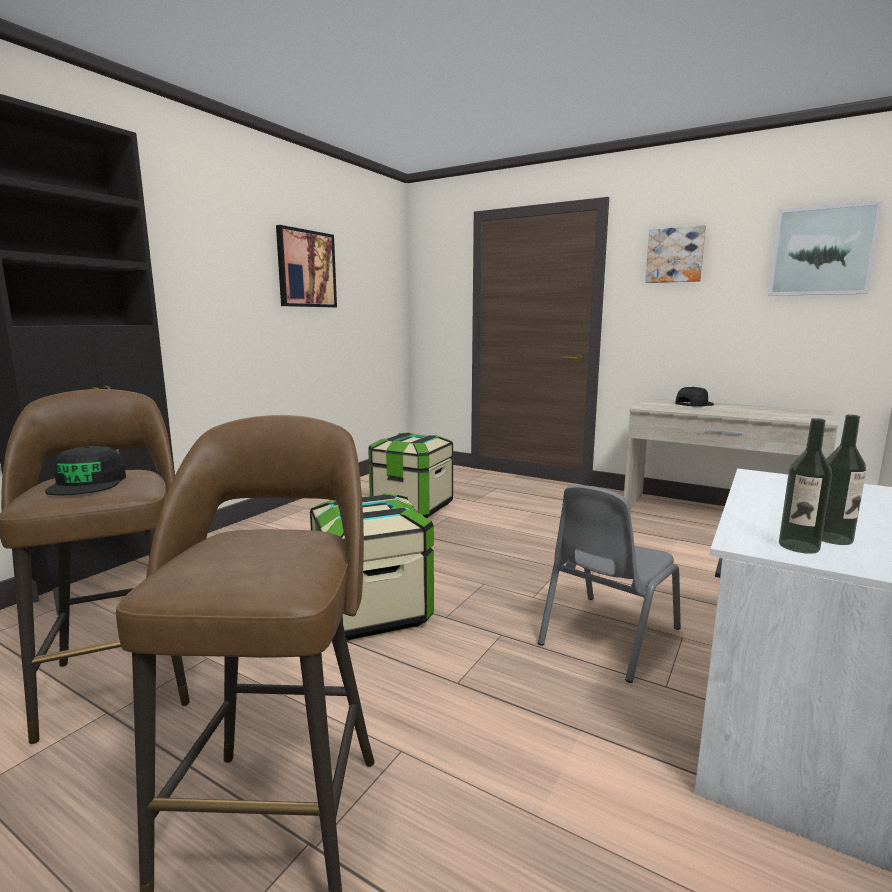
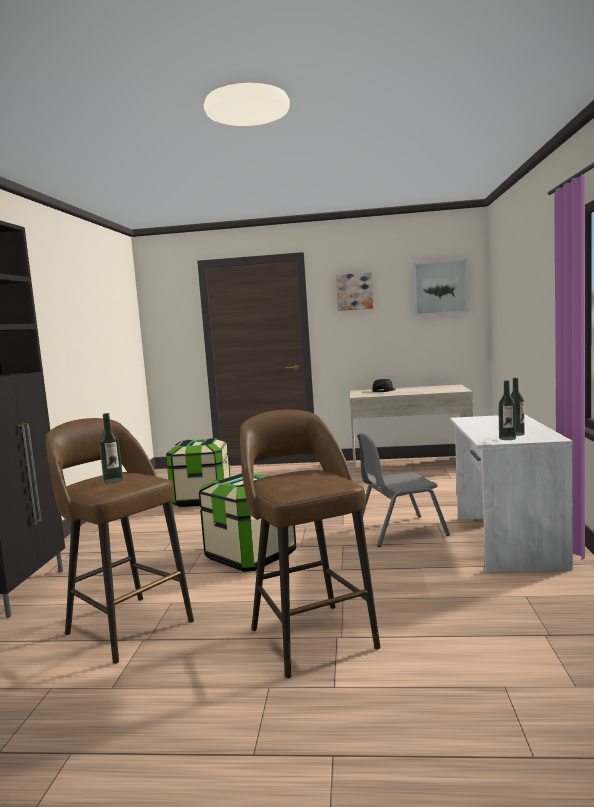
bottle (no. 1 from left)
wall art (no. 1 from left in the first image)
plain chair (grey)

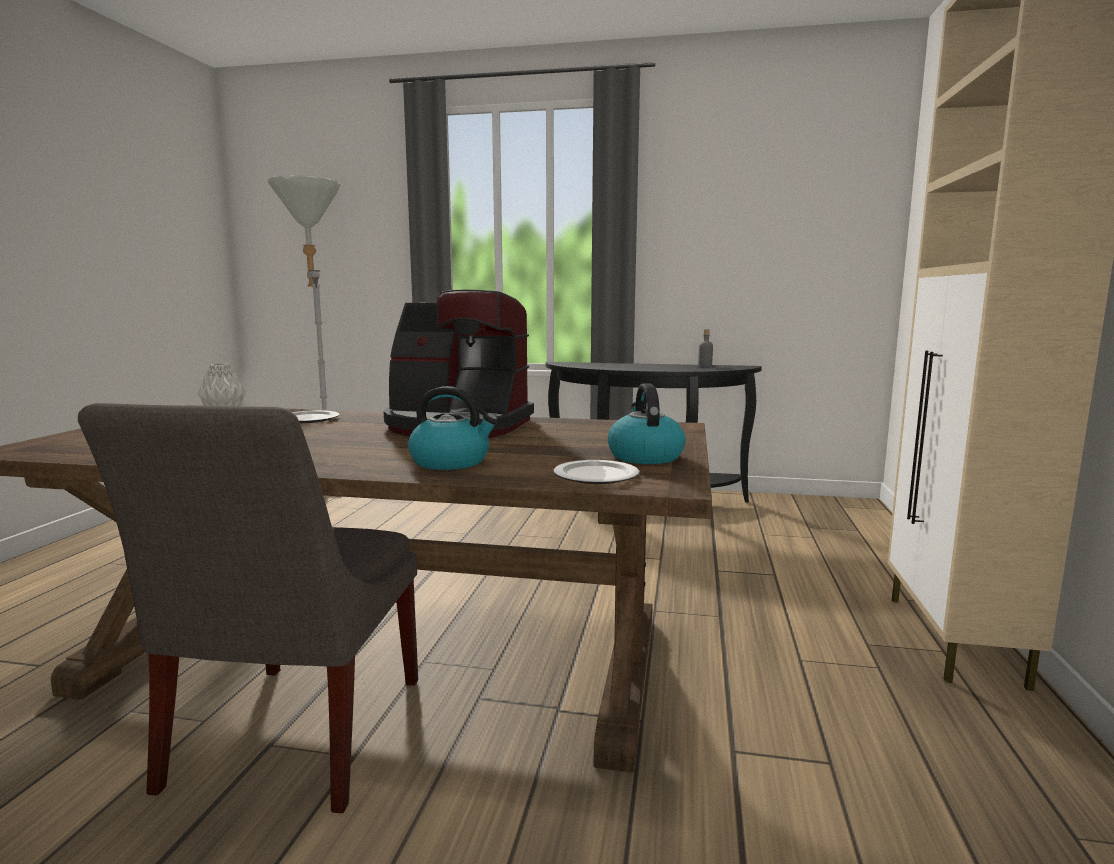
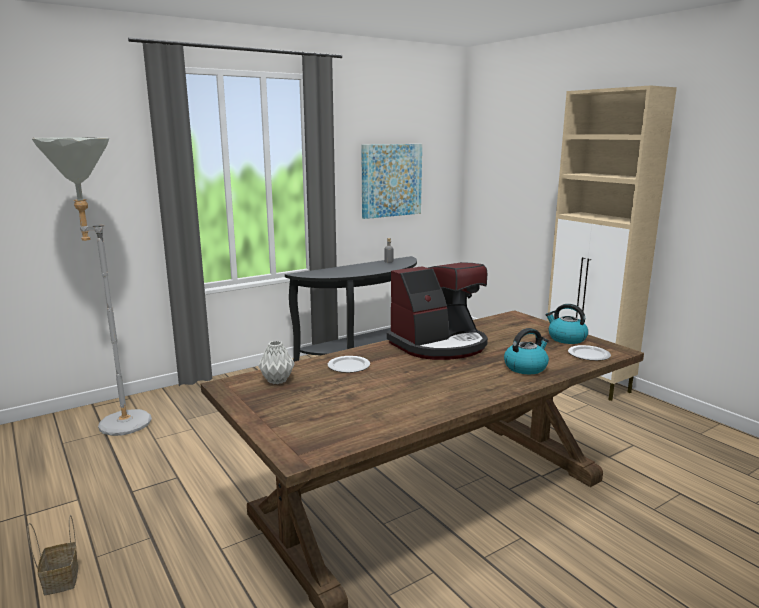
plain chair (grey)
household basket
wall art

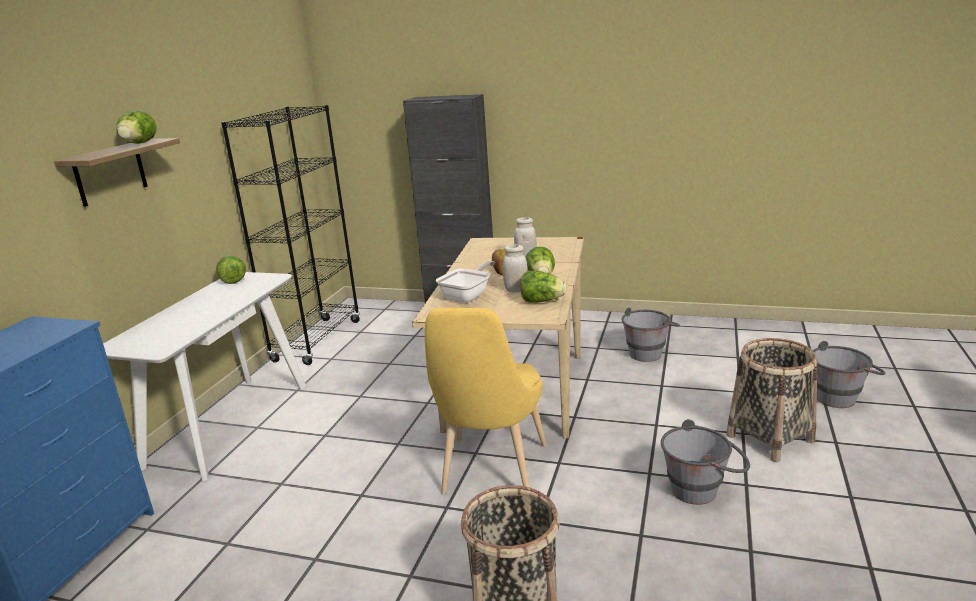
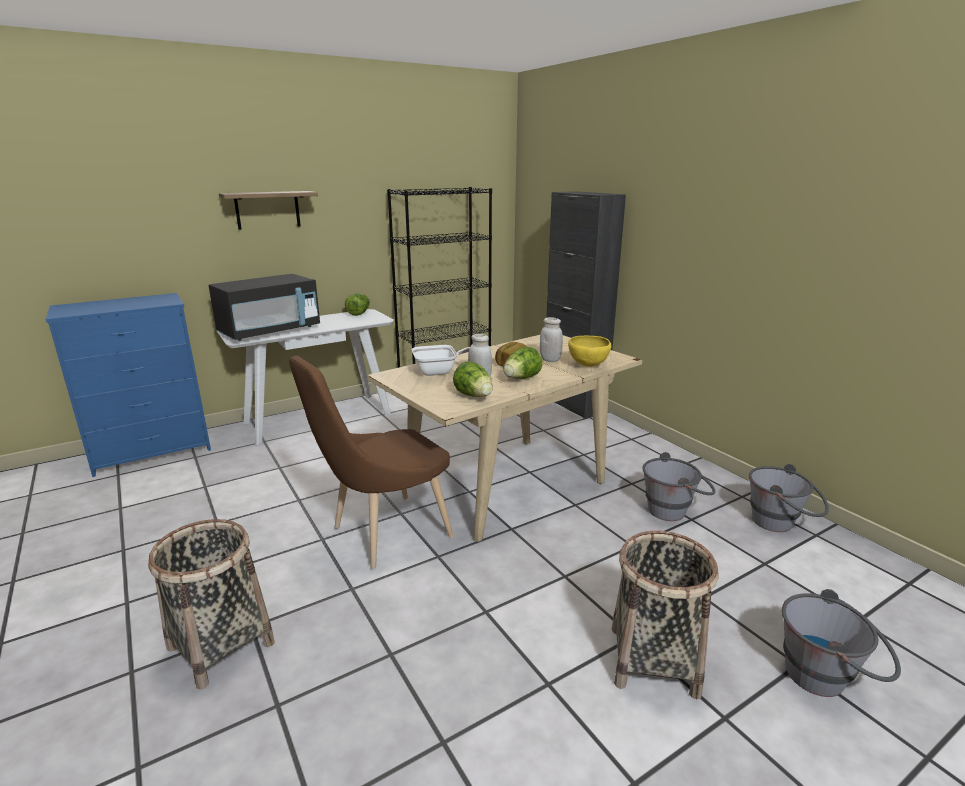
lettuce (no. 1 from left in the first image)
plain chair (brown)
bucket (grey) (no. 2 from left)
kitchen microwave (black-coloured)
deep dish (yellow)

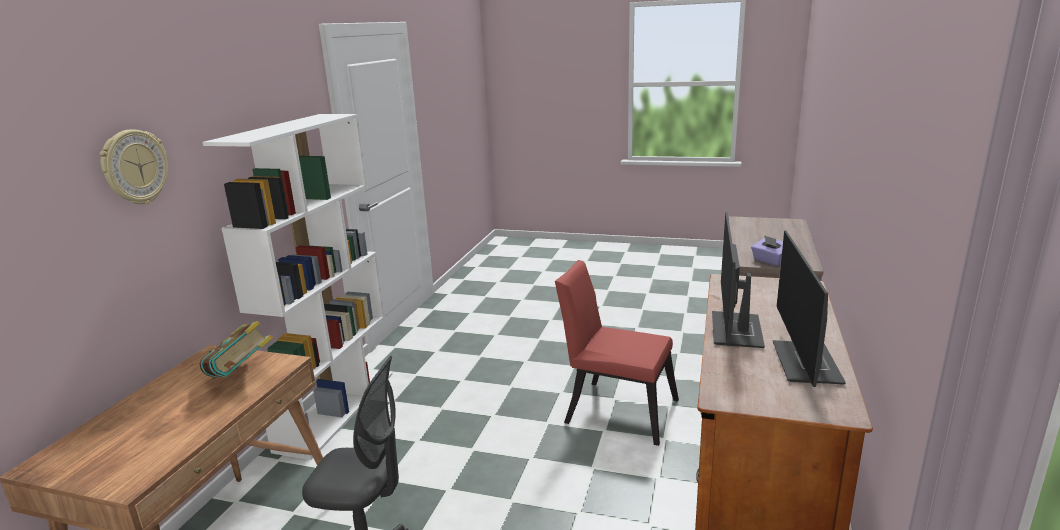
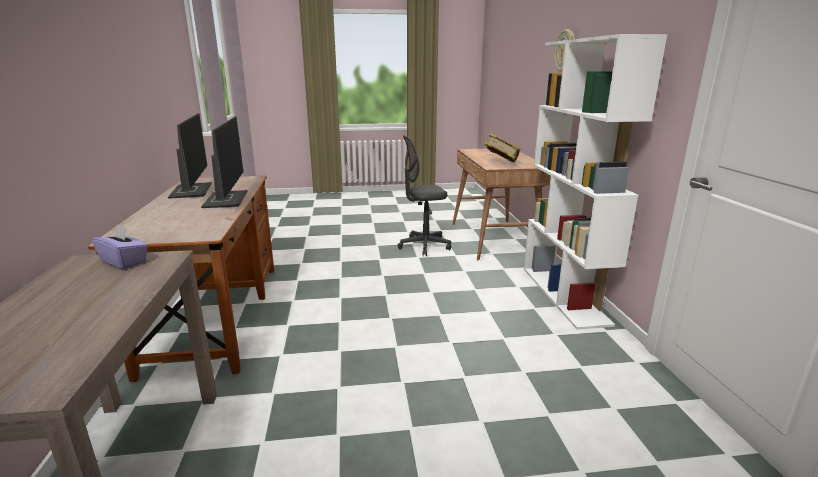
plain chair (red-coloured)

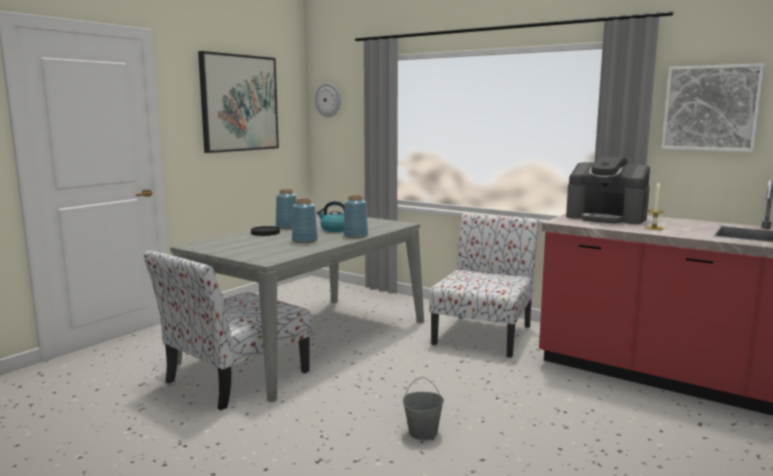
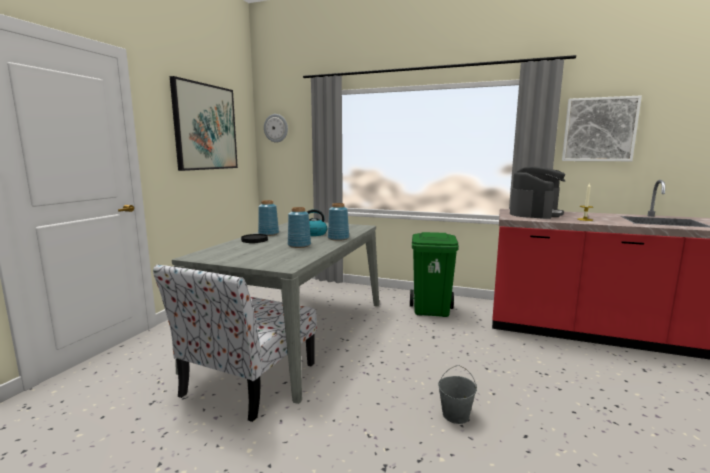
rubbish bin (green-coloured)
coffee maker

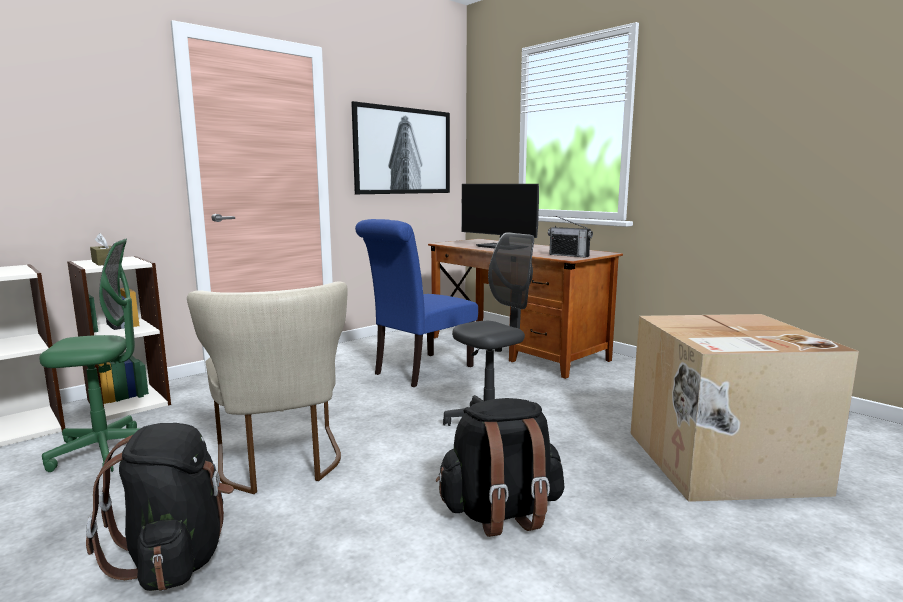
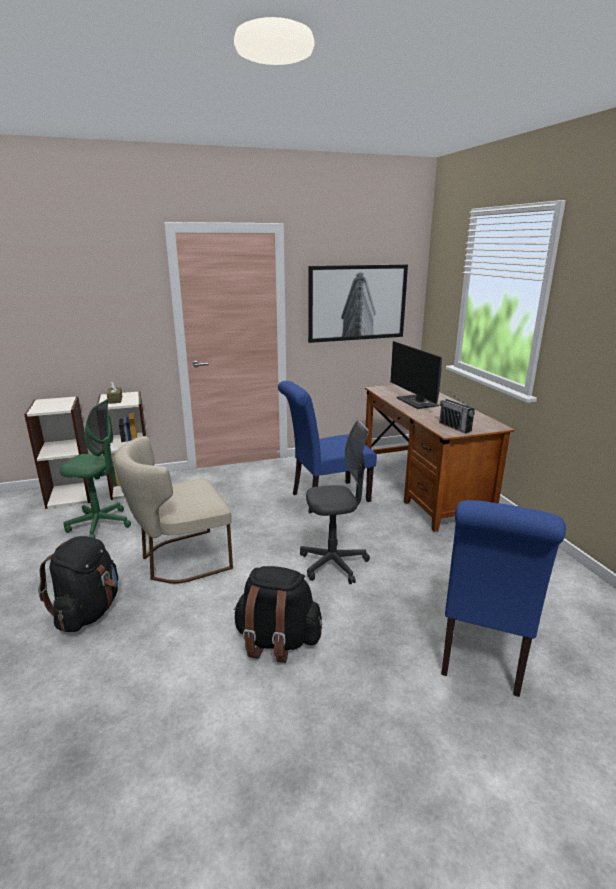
plain chair (beige-coloured)
plain chair (blue-coloured) (no. 2 from left)

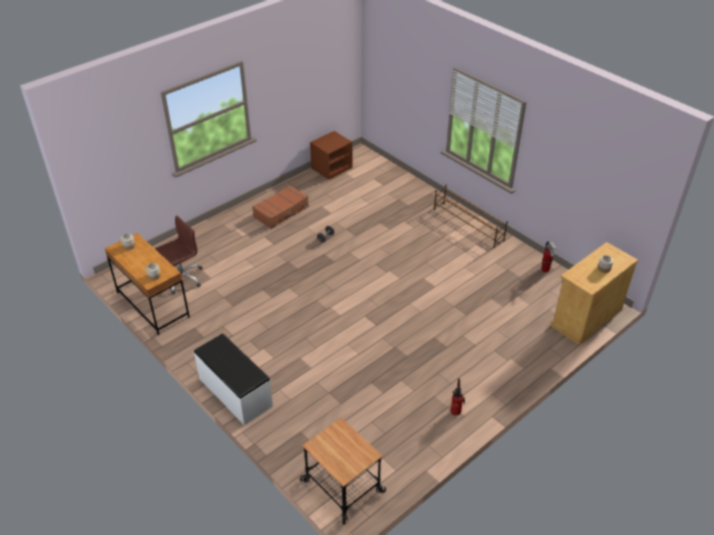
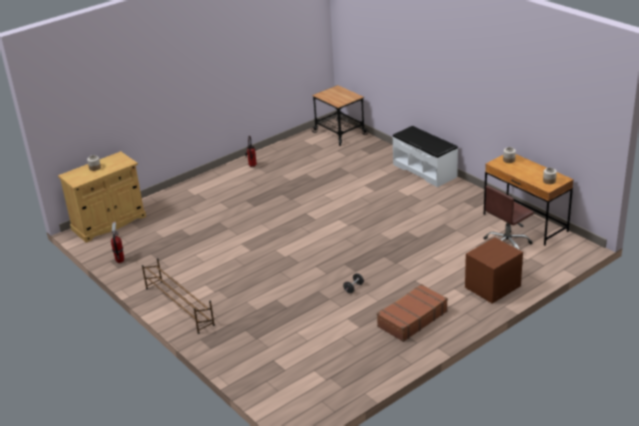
bedside table (brown)

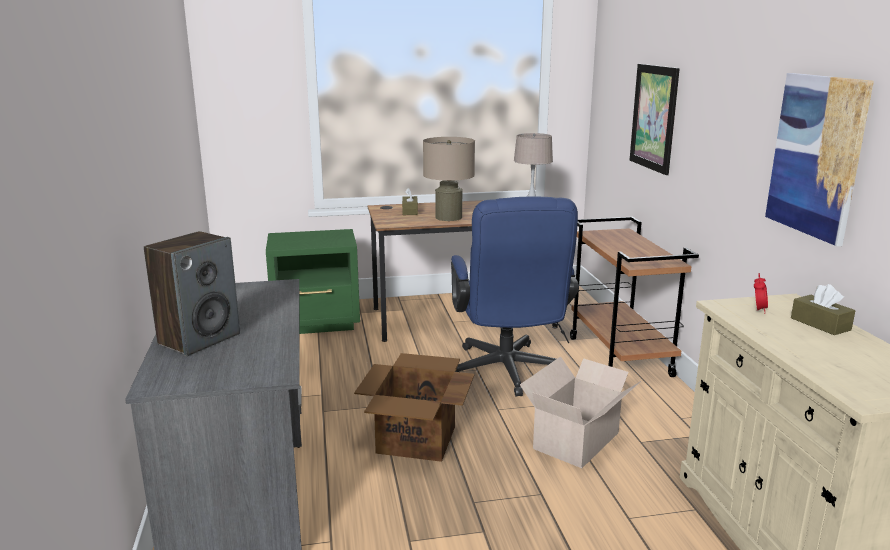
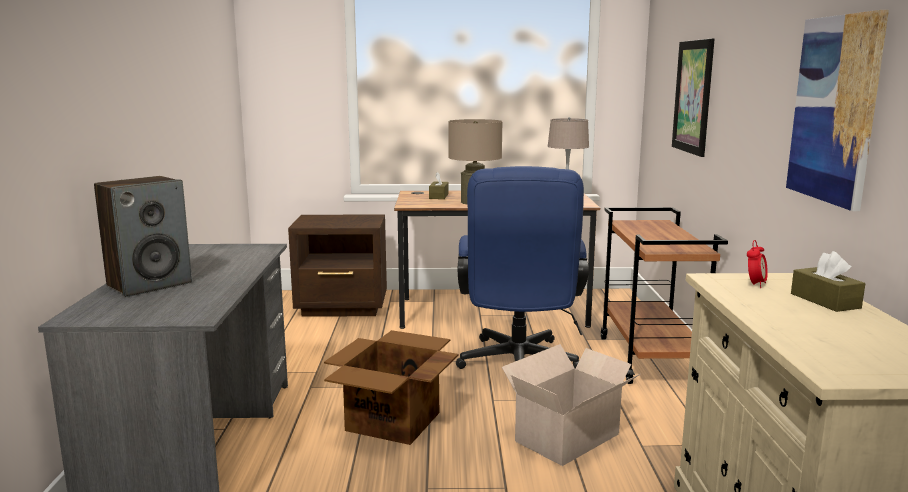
bedside table (brown)

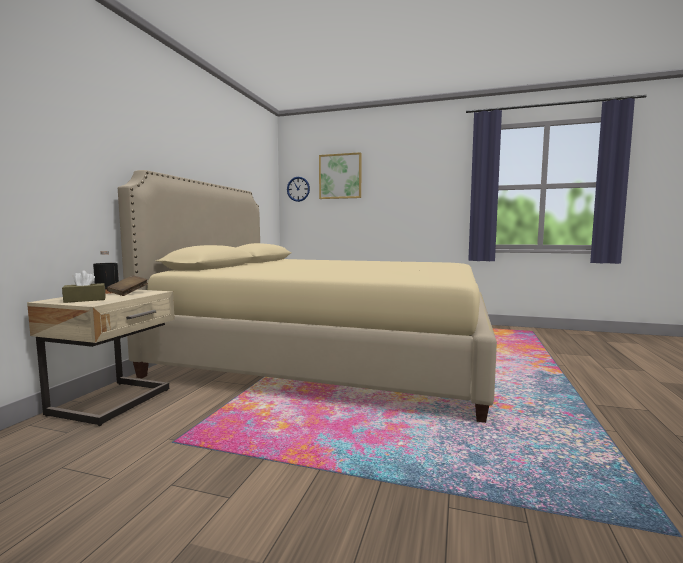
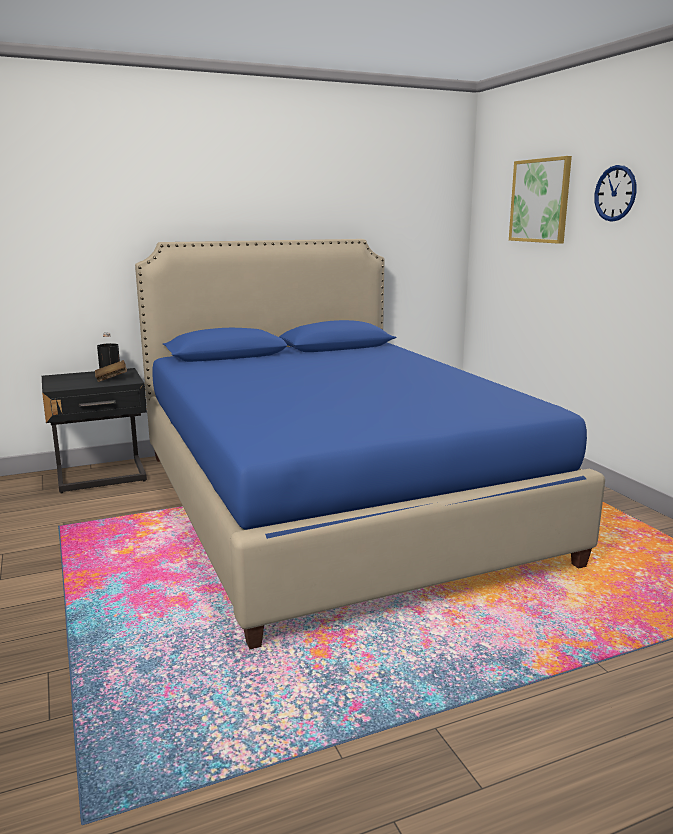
bedside table (black-coloured)
box of tissues (brown)
bed (blue-coloured)
wall clock

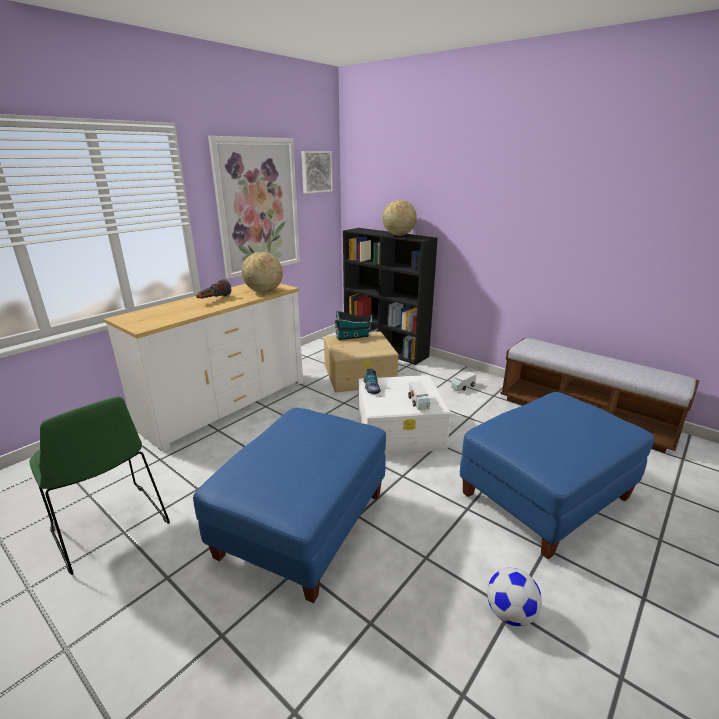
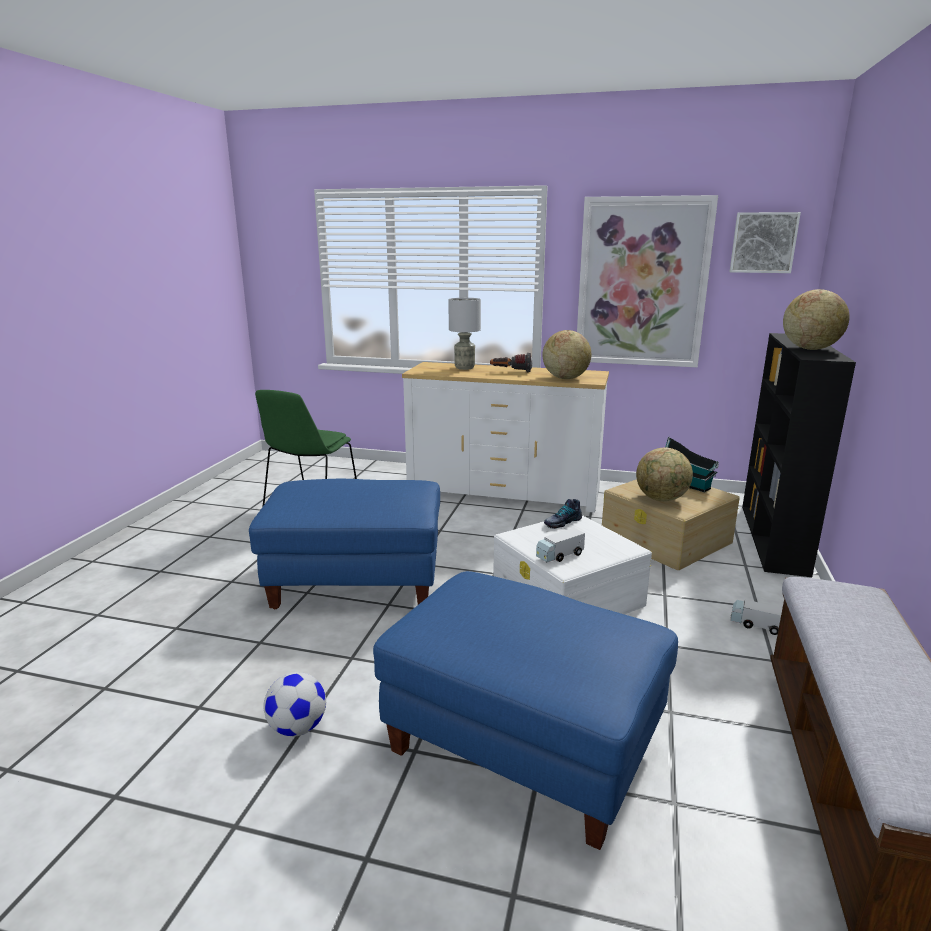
lamp for a table (grey)
desk globe (no. 2 from left)

